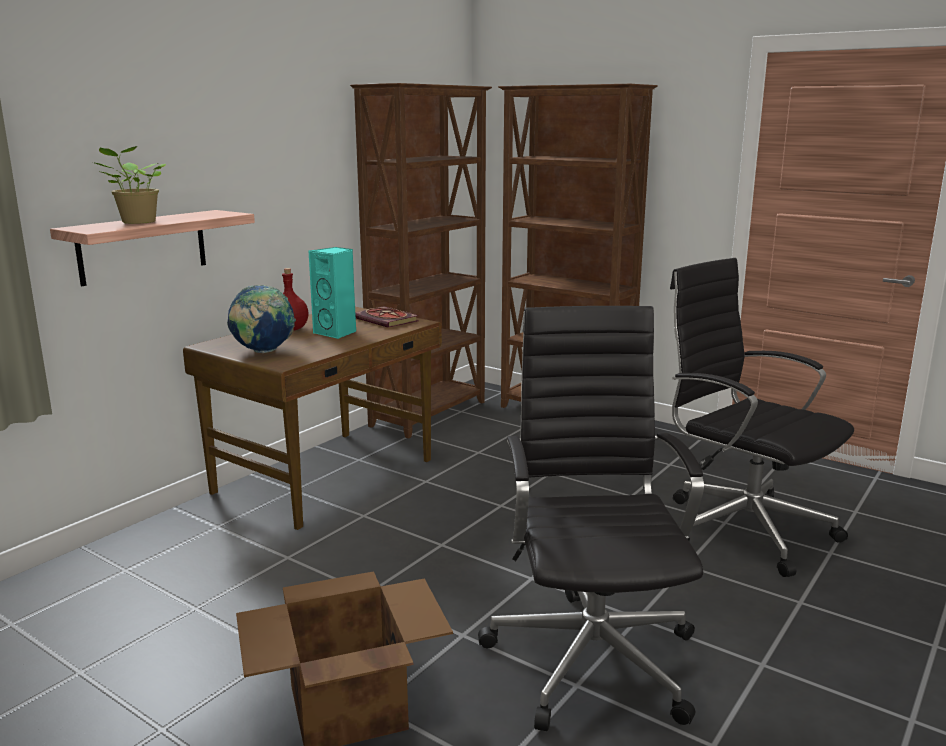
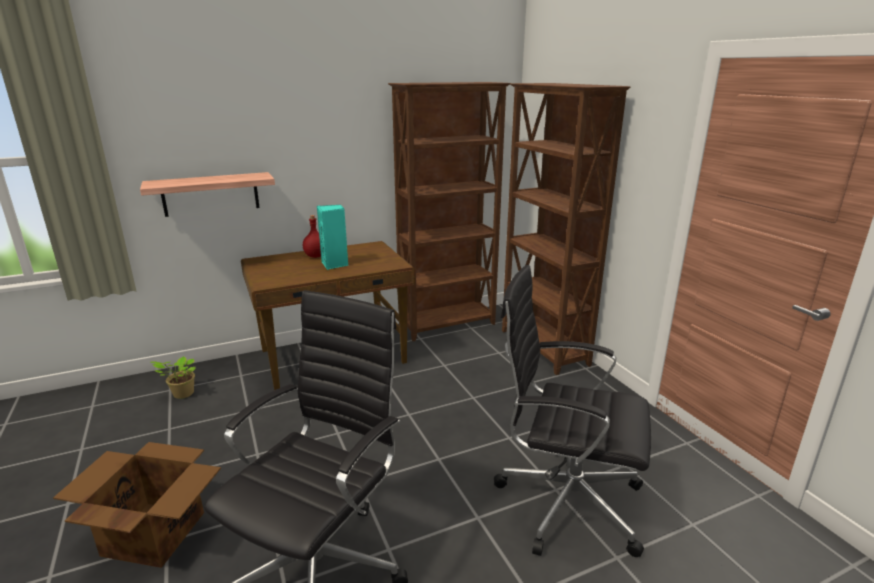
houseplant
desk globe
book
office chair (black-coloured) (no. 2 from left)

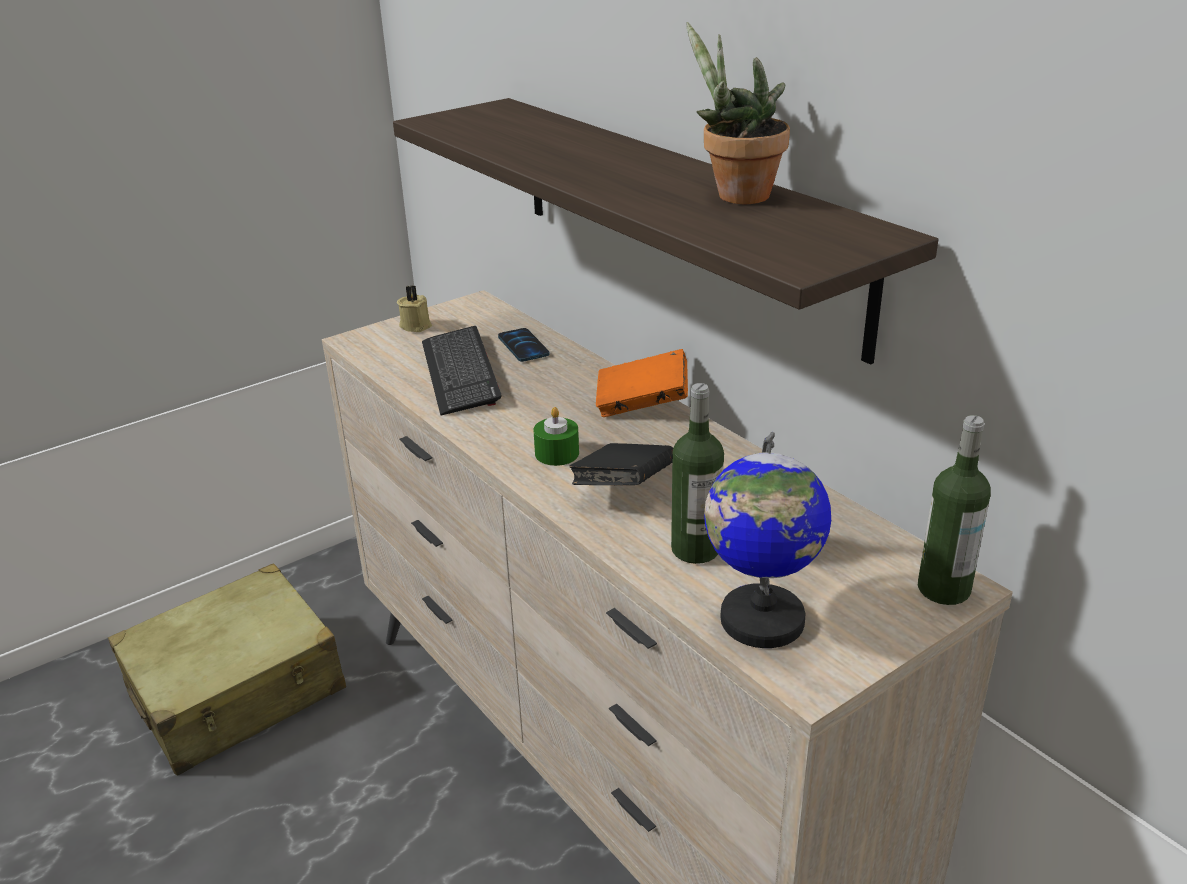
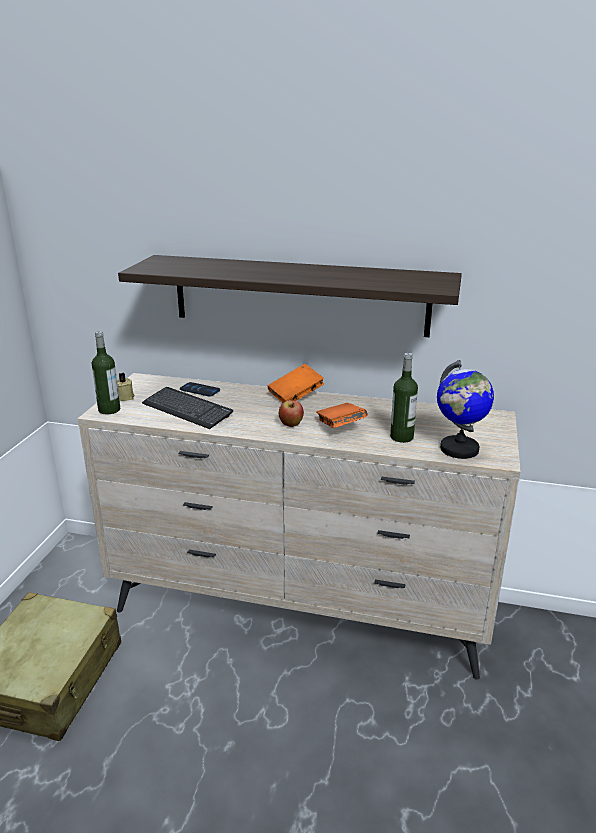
apple fruit
book (orange-coloured) (no. 2 from left)
houseplant
bottle (no. 1 from left)

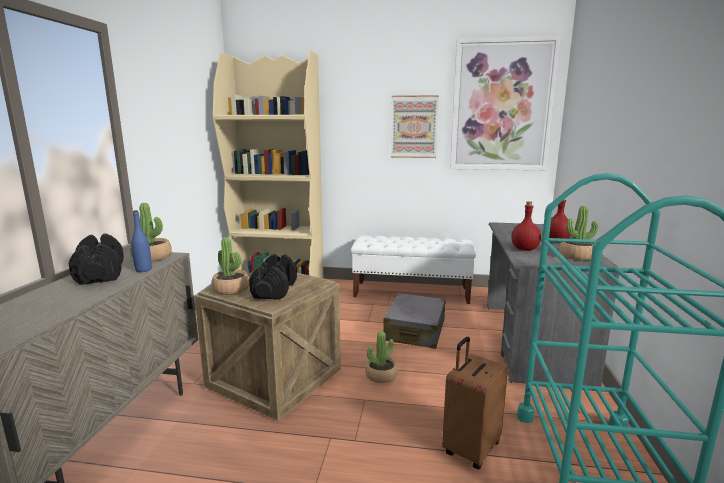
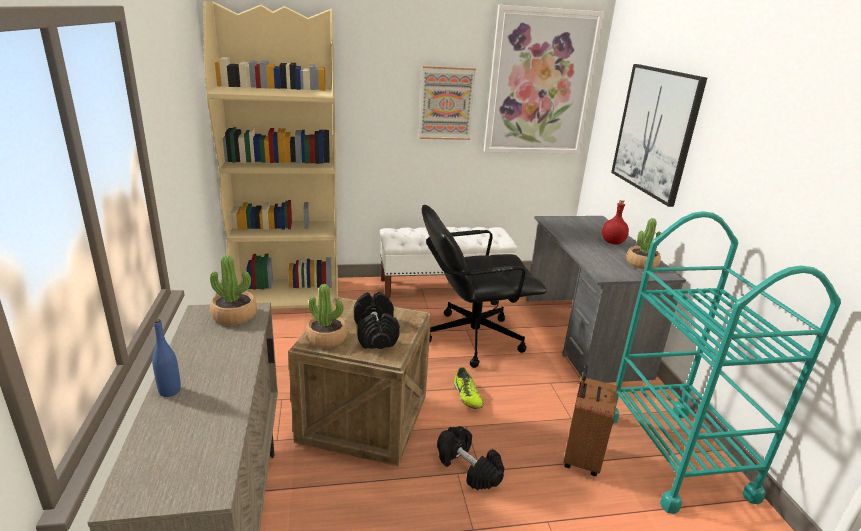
hand weight (black-coloured) (no. 2 from left)
bottle (blue-coloured)
shoe
office chair (black-coloured)
bottle (red-coloured) (no. 1 from left in the first image)
wall art (no. 3 from left)

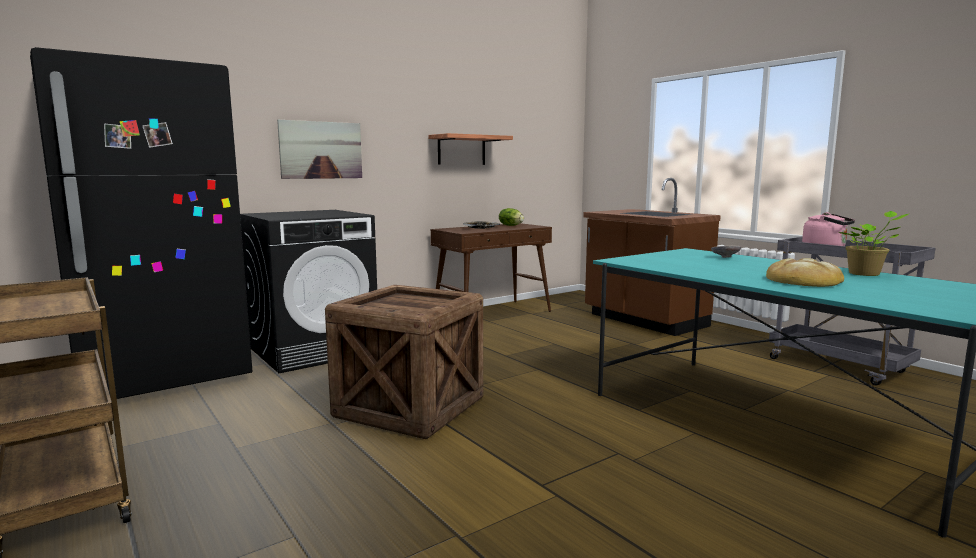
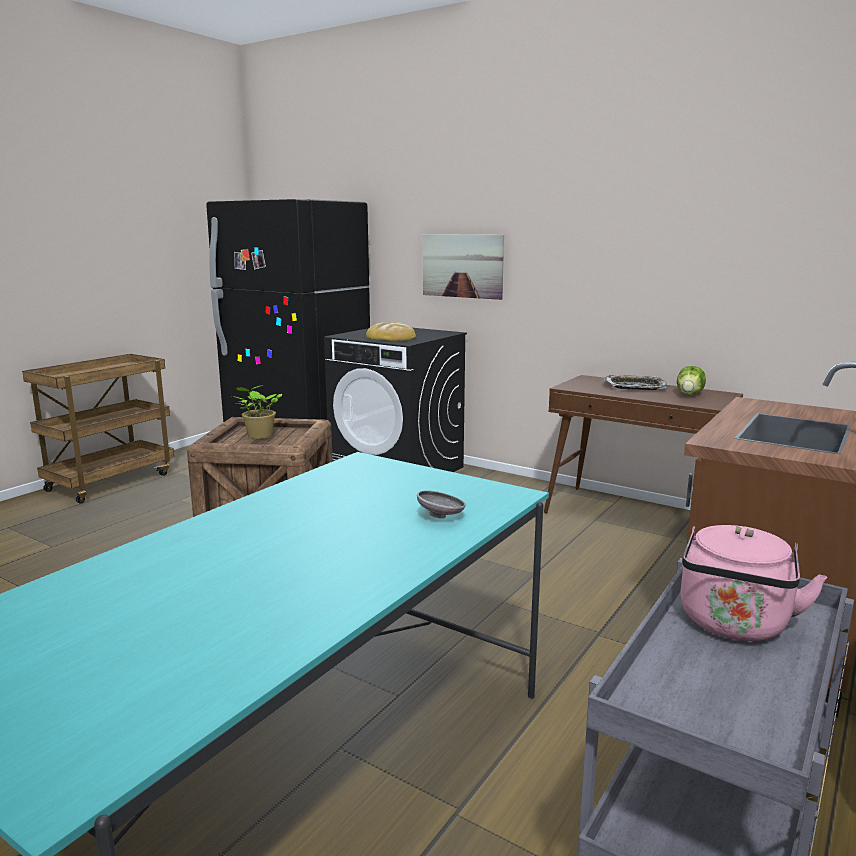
wall shelf
bakery bread
houseplant

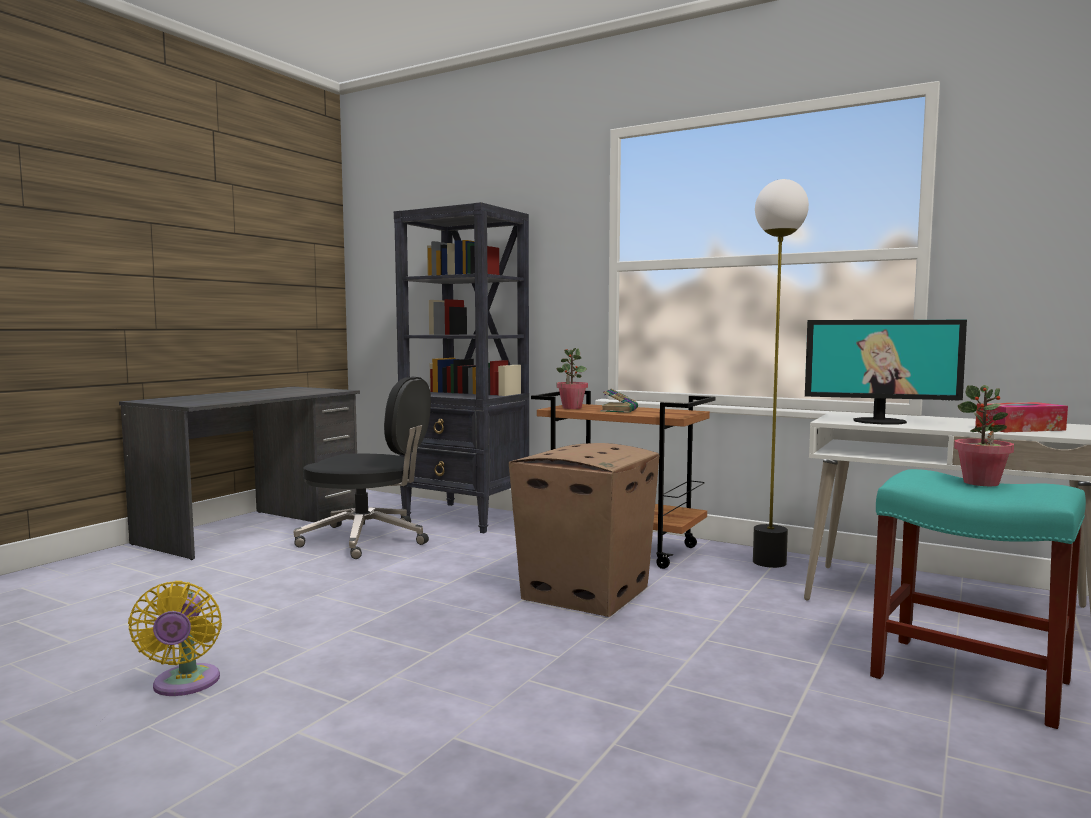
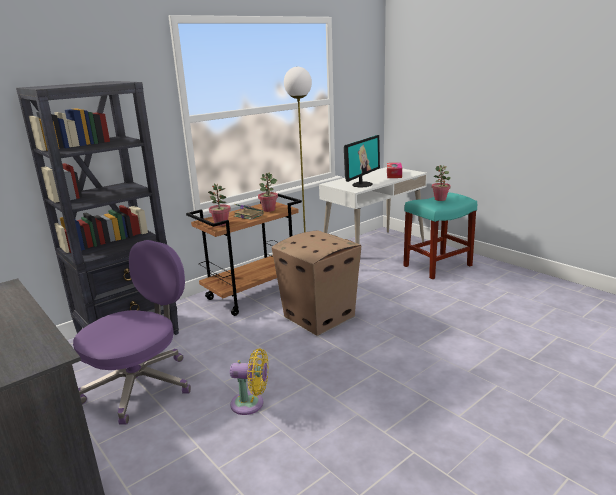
cooling fan (yellow)
office chair (purple)
houseplant (no. 2 from left)

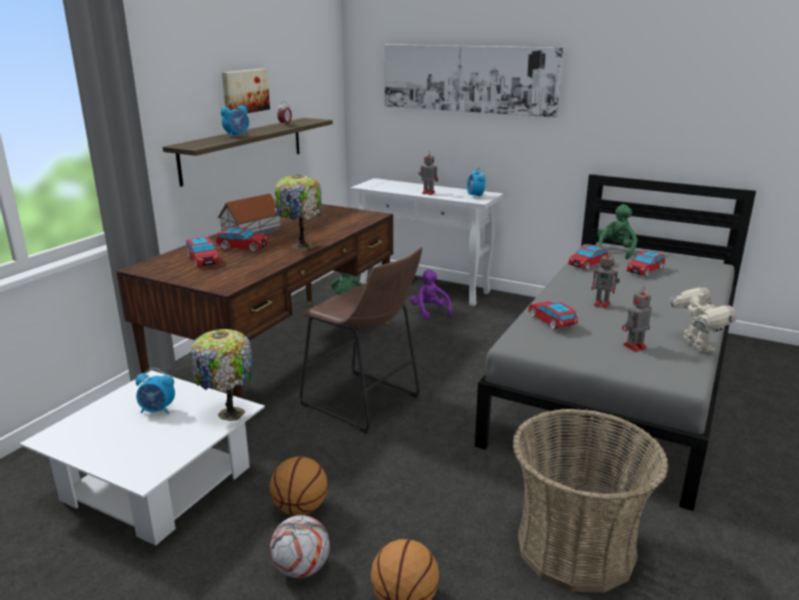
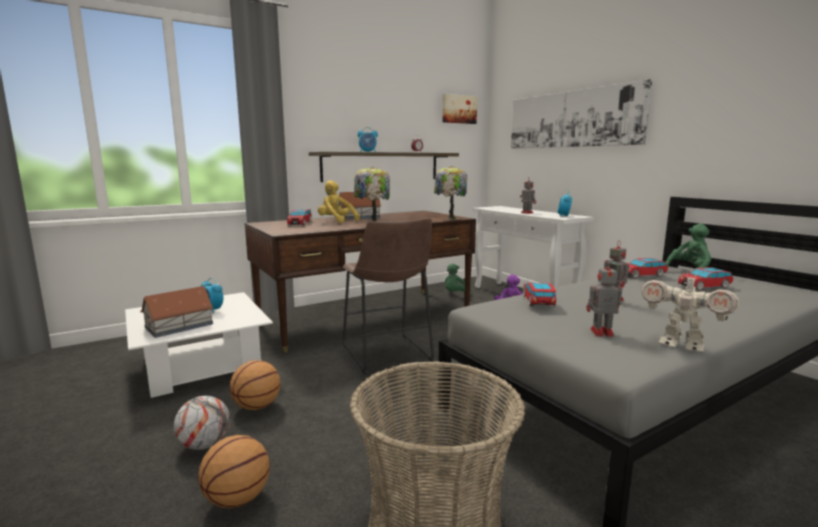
lamp for a table (no. 2 from left)
plush toy (yellow)
wall art (no. 1 from left)
model robot (no. 4 from left)
miniature house (no. 1 from left)

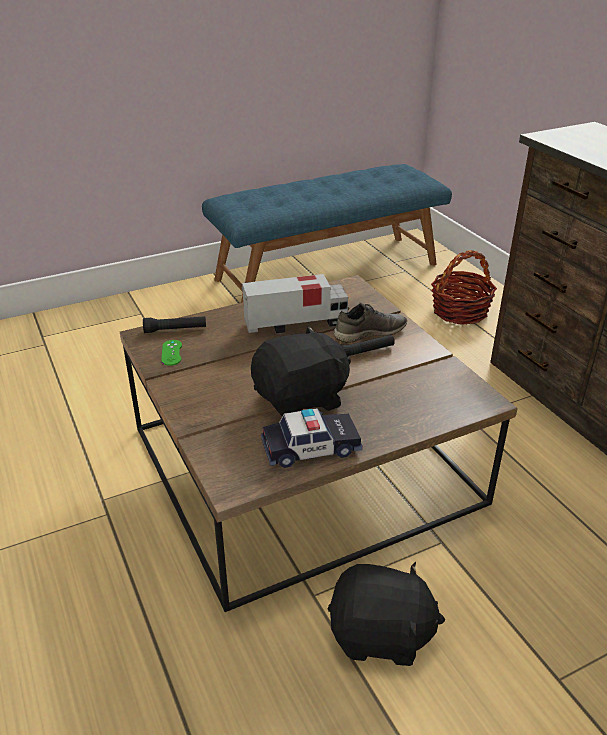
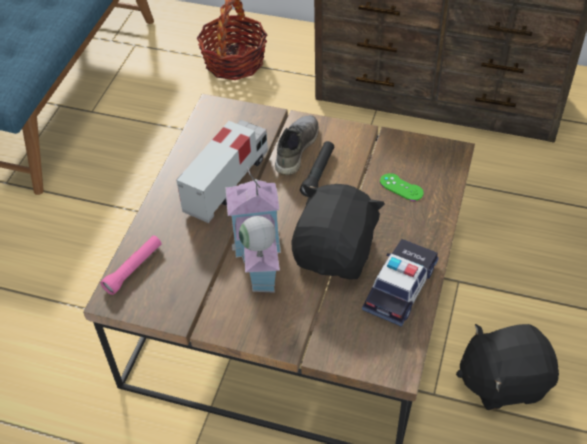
flashlight (pink-coloured)
joypad (green-coloured)
plush toy (black-coloured) (no. 2 from left)
miniature house

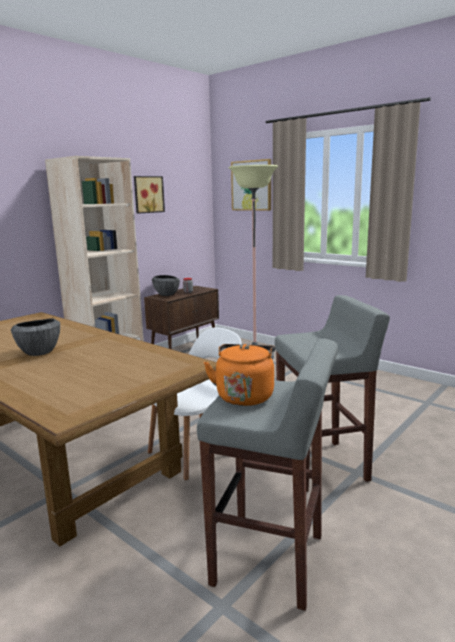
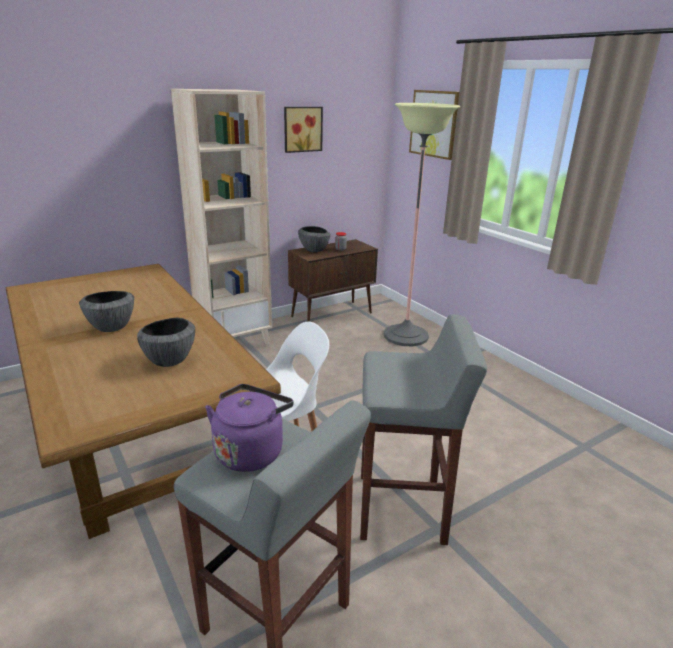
water kettle (purple)
deep dish (no. 2 from left)

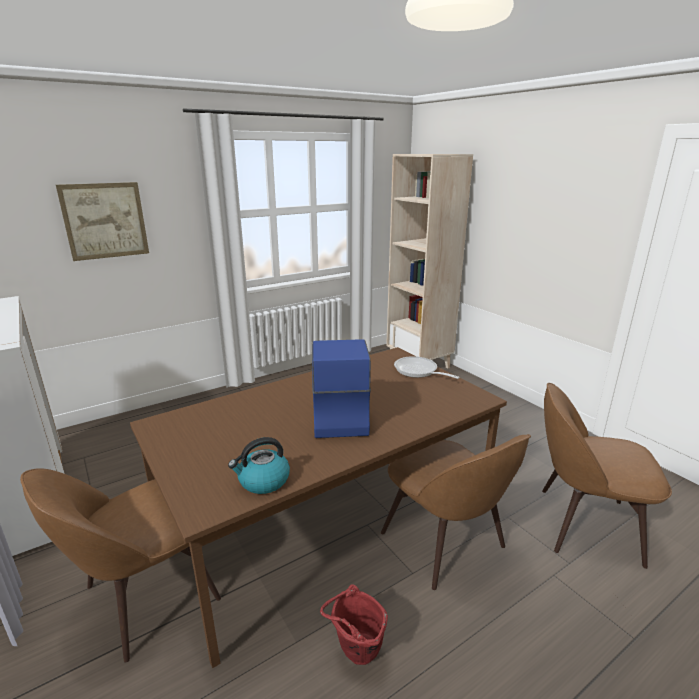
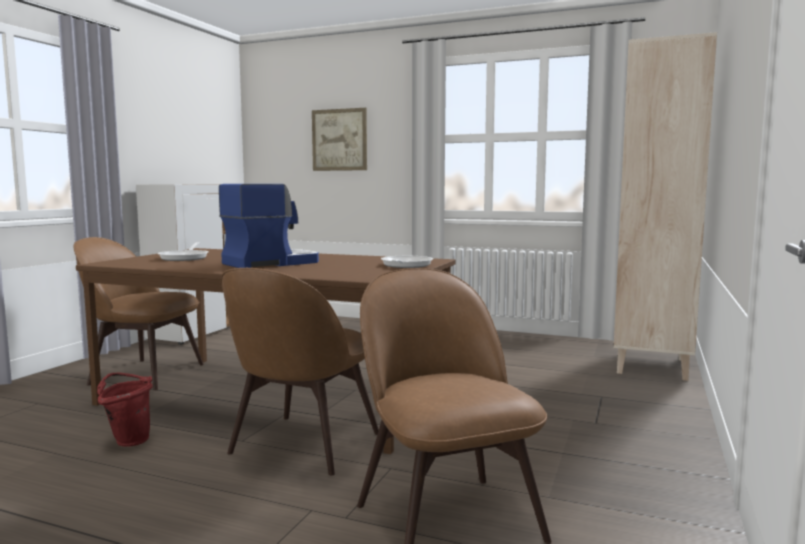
water kettle
pan (no. 1 from left)

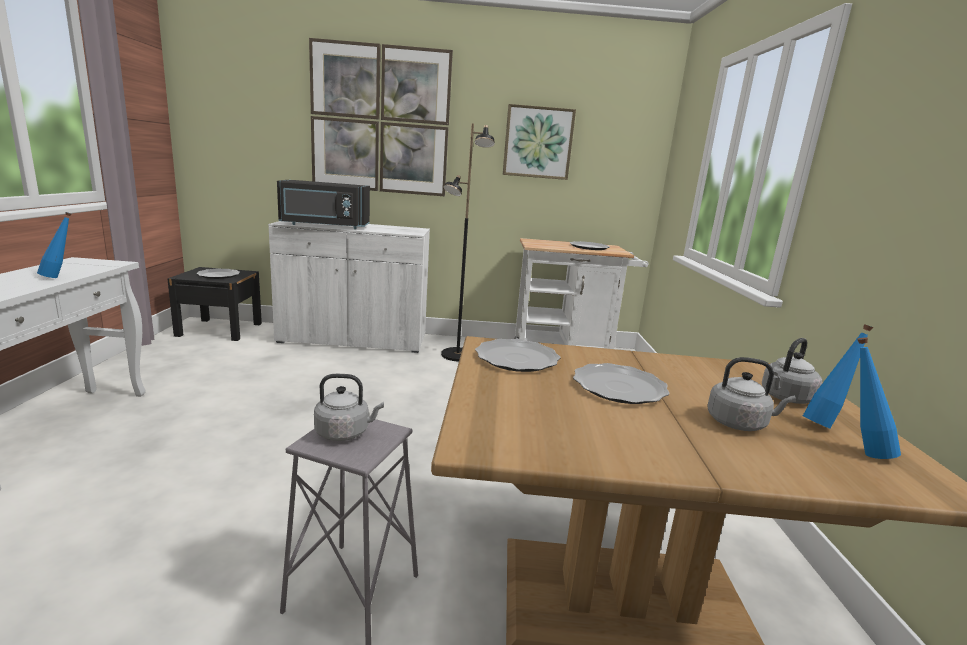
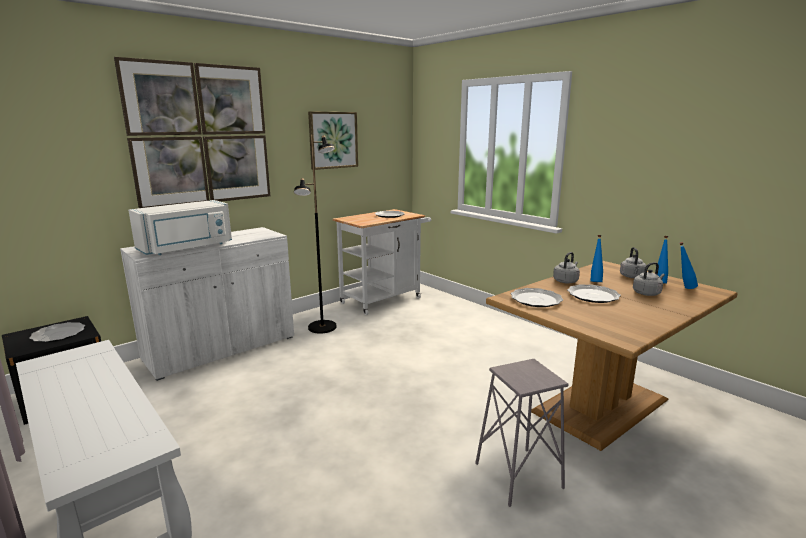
bottle (blue-coloured) (no. 1 from left)
kitchen microwave (white)
water kettle (grey) (no. 1 from left)

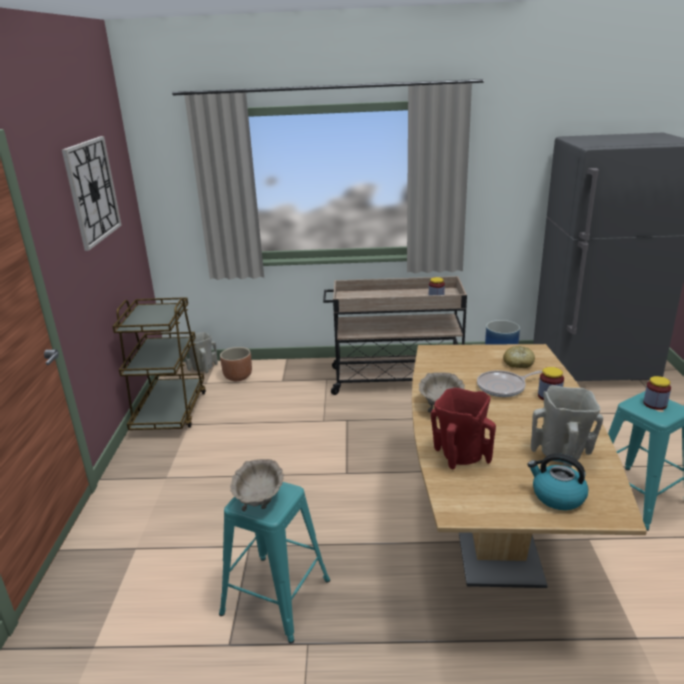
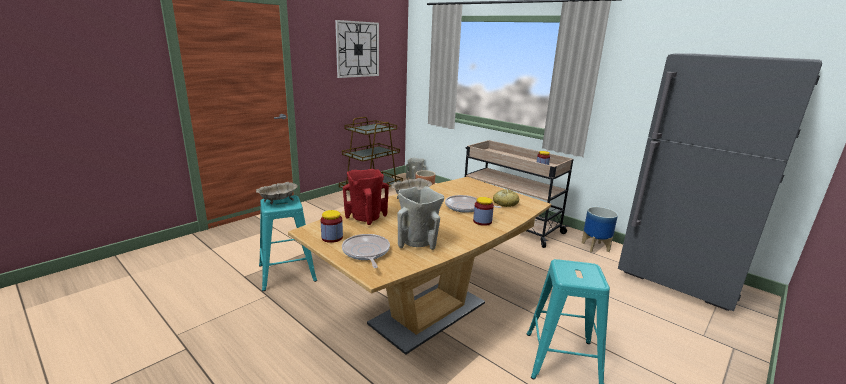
pan (no. 1 from left)
storage jar (no. 1 from left)

